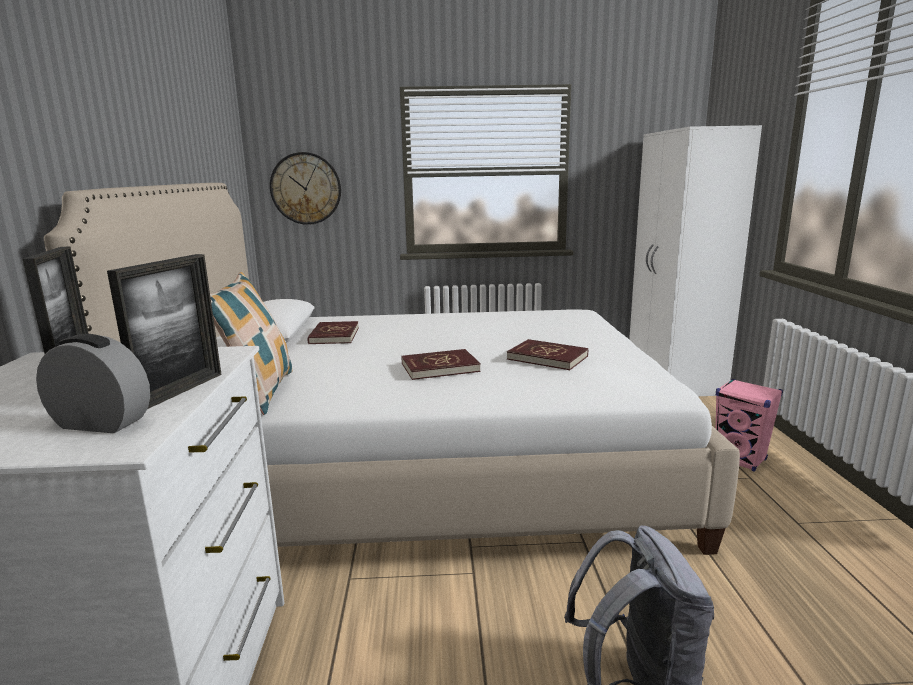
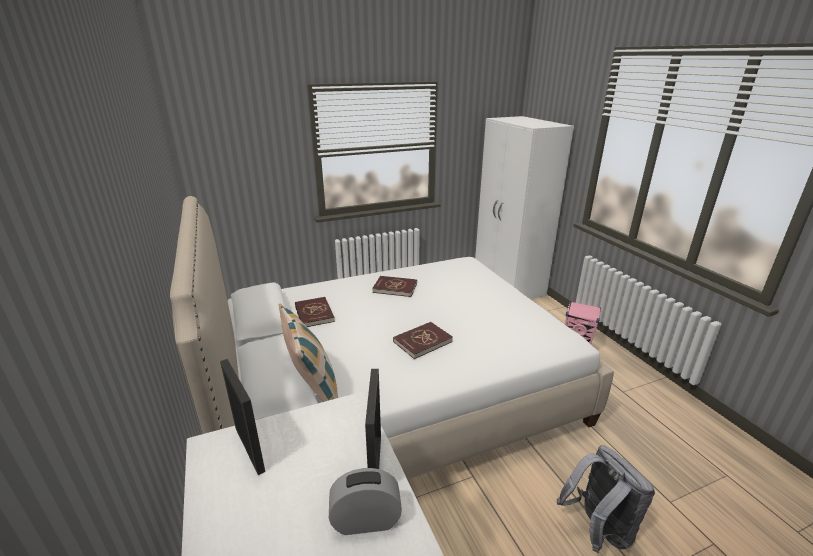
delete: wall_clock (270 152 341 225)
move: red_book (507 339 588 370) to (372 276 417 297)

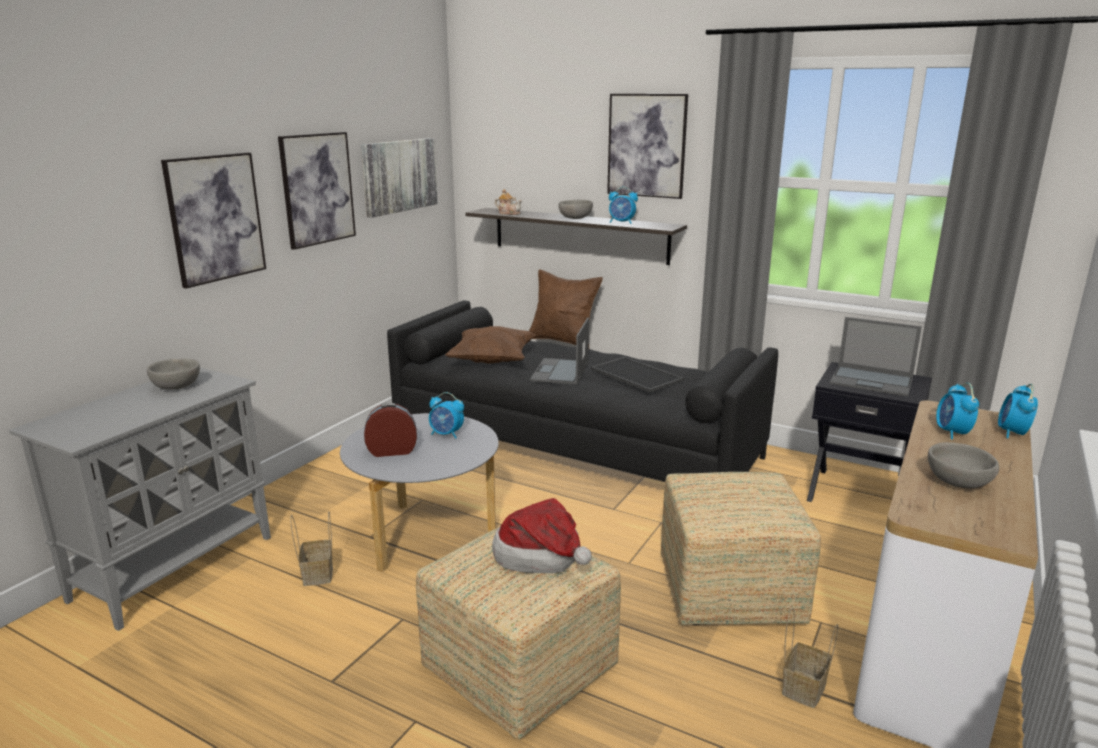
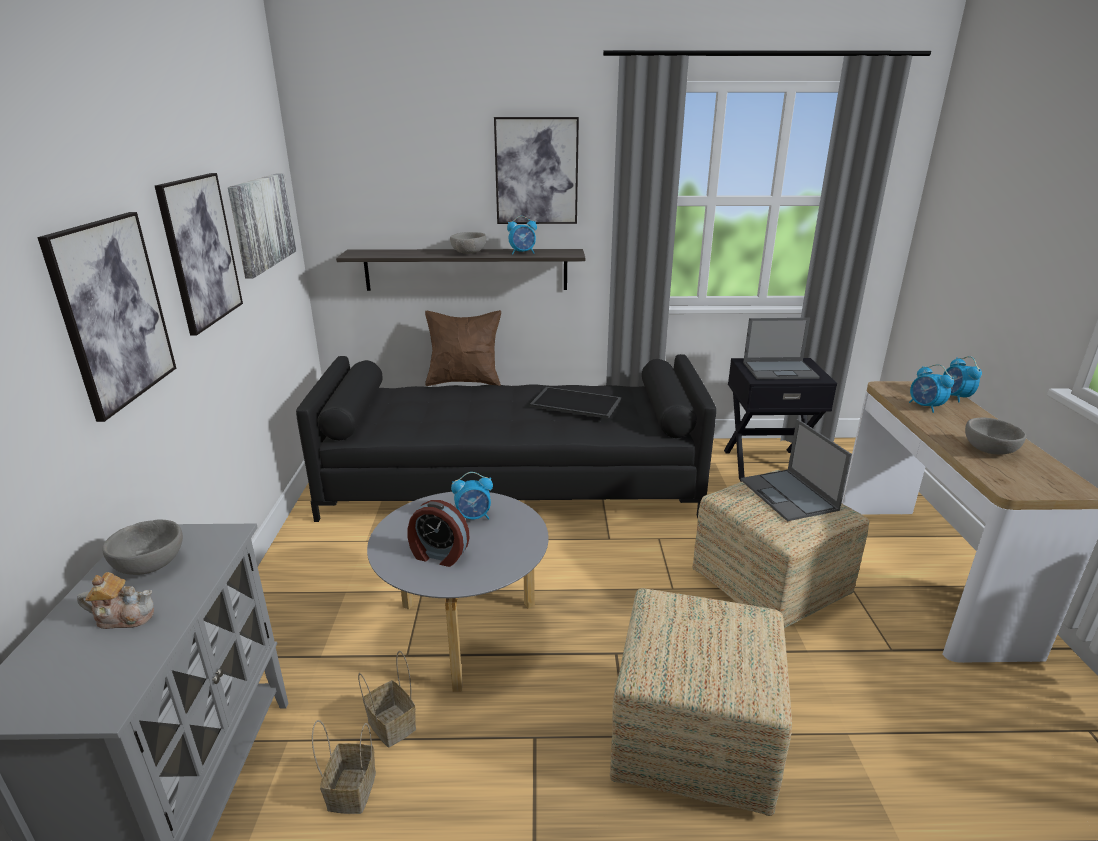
delete: brown_pillow (445 326 535 364); hat (492 498 592 573)
move: teapot (495 189 522 215) to (77 572 154 629); laptop (530 318 589 385) to (741 419 852 521); basket (782 608 838 708) to (312 720 376 814)
rotate: alarm_clock (364 403 417 457) = (408 500 470 567) 120 degrees counterclockwise

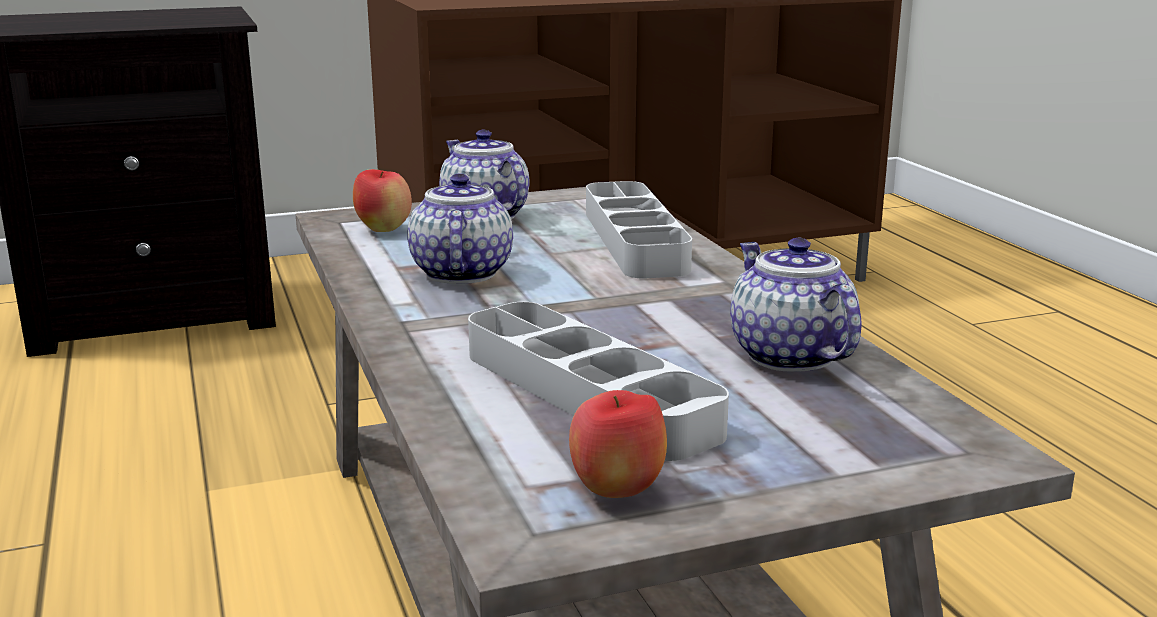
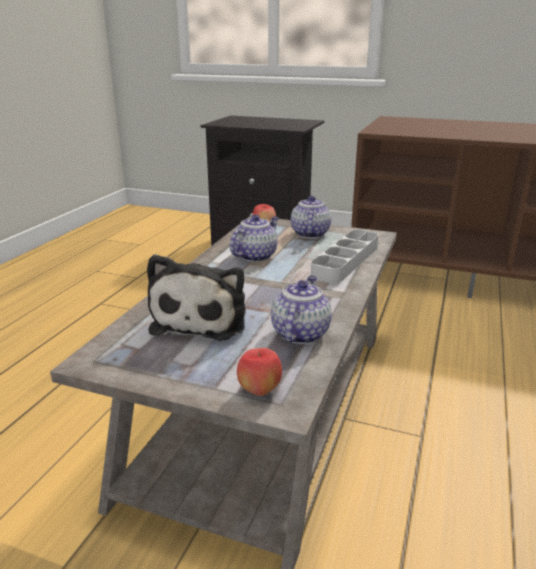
move: apple (569 390 667 498) to (237 348 282 396)
replace: grey_tray (468 302 729 461) to plush_toy (147 254 246 341)

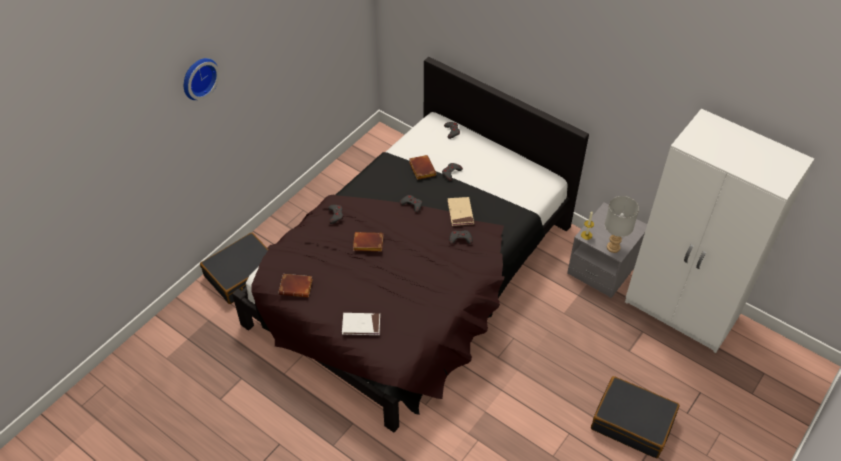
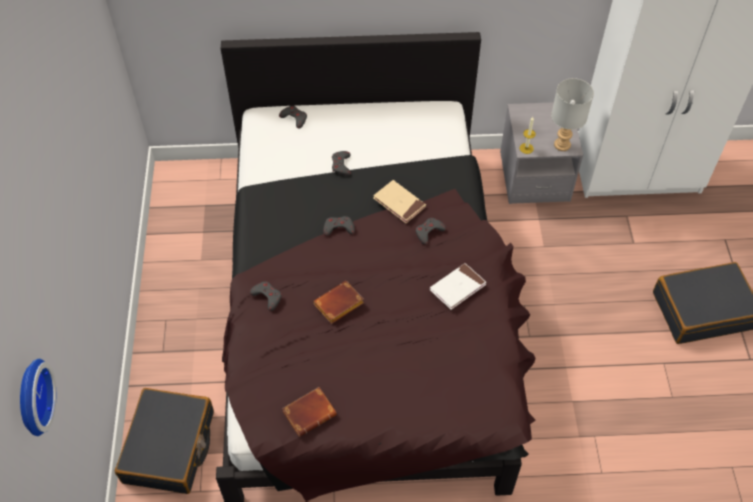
delete: brown_book (409 155 437 180)
move: wall_clock (184 58 219 100) to (20 359 56 436); white_book (342 313 380 335) to (430 263 486 310)

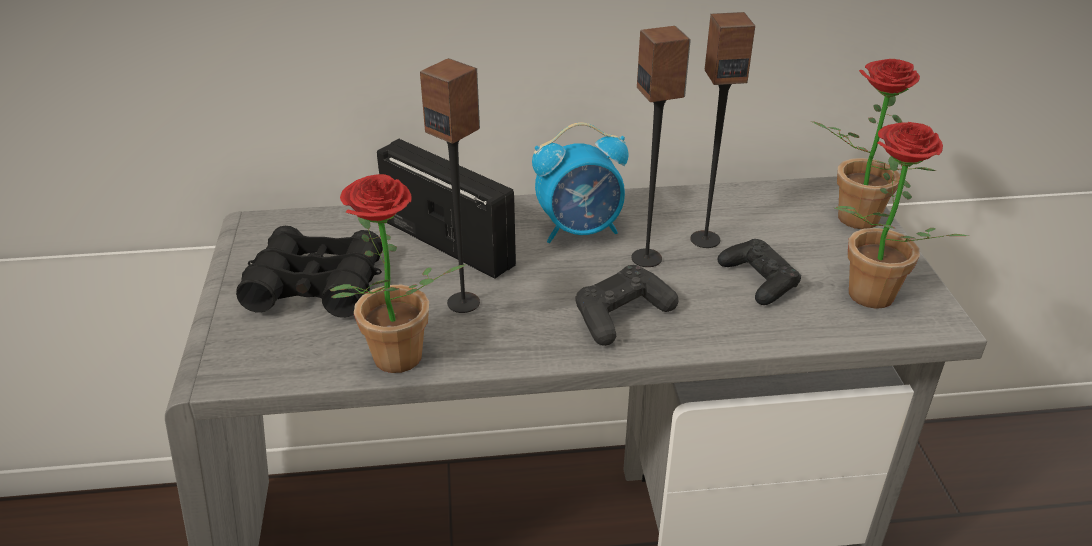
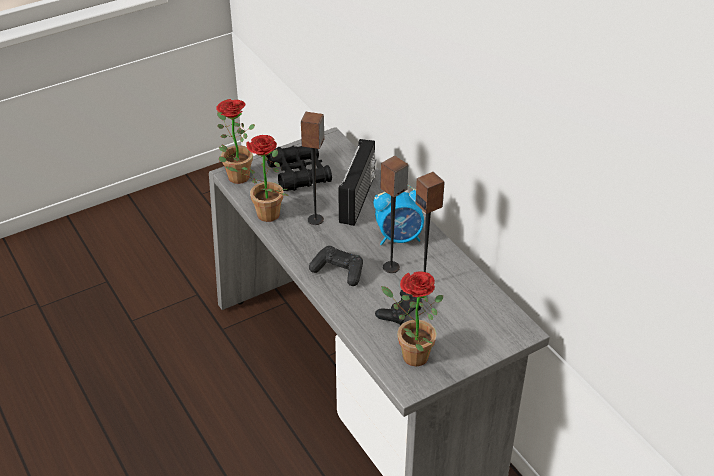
move: potted_plant (811 59 936 229) to (216 99 255 184)
rotate: alarm_clock (532 122 629 243) = (373 185 424 245) 60 degrees counterclockwise

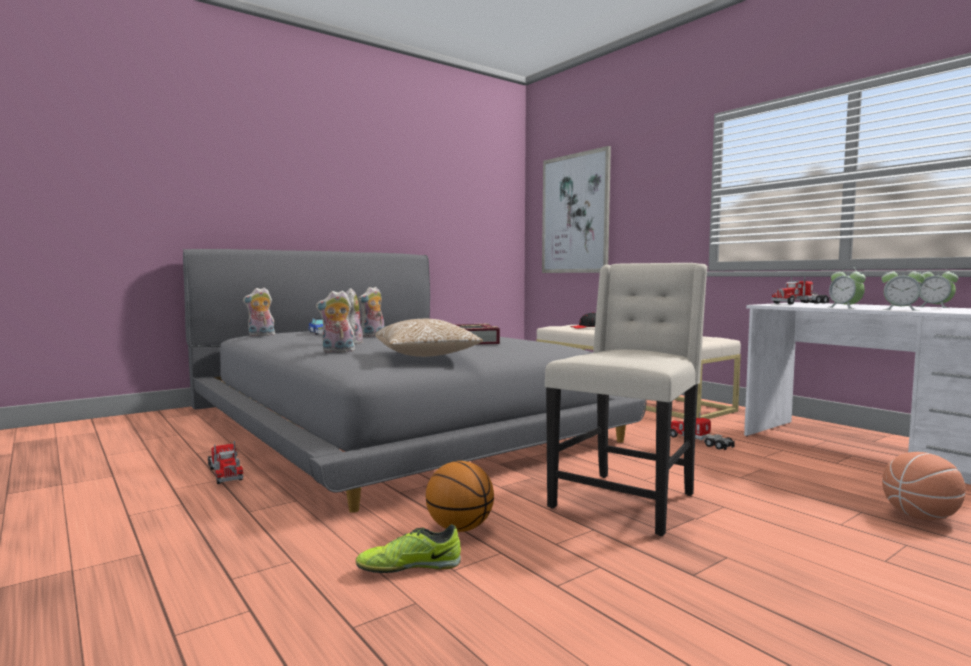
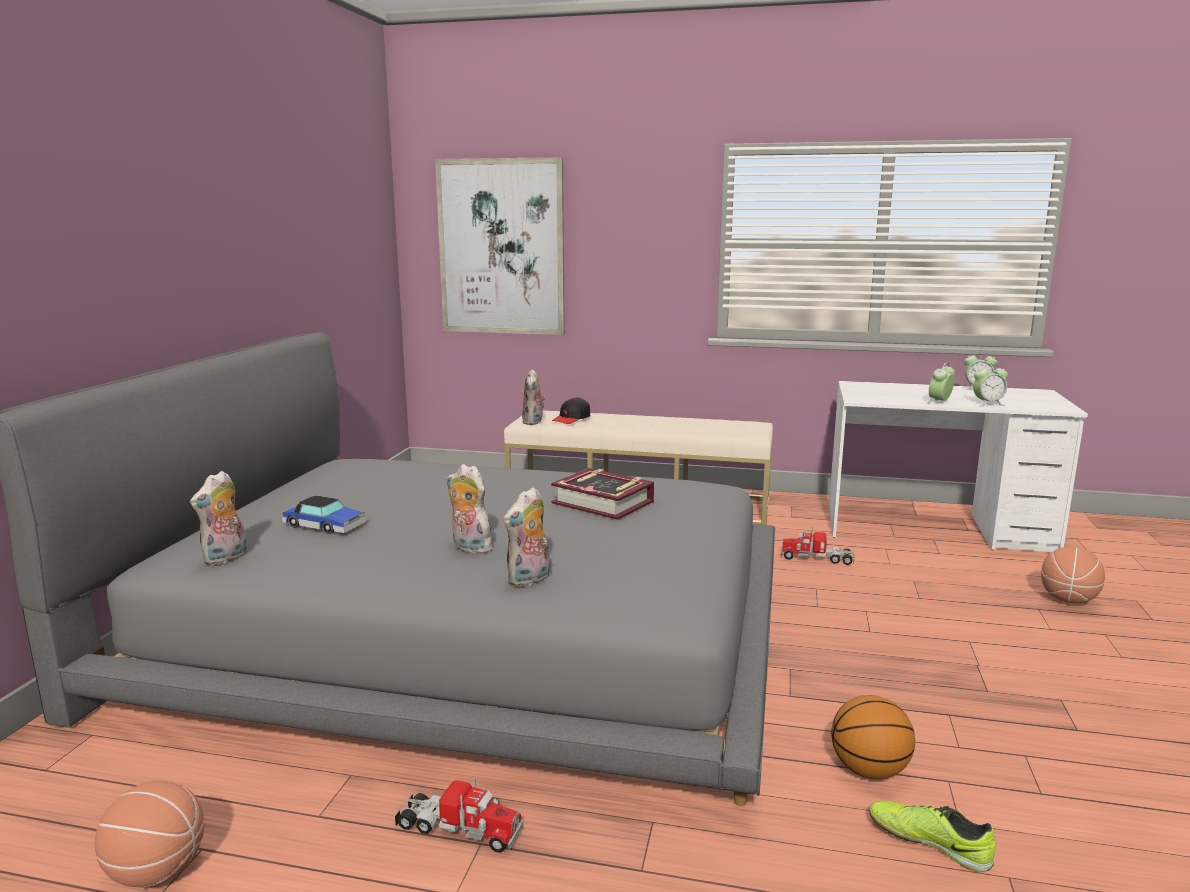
delete: pillow (375 319 483 357); beige_chair (545 263 708 536); toy_truck (772 277 830 305)
insert: basketball (95 781 205 888)
move: plush_toy (358 287 384 337) to (522 369 546 425)
rotate: shoe (356 524 461 573) = (869 801 996 872) 90 degrees clockwise; alarm_clock (829 266 866 309) = (927 363 955 404) 105 degrees clockwise

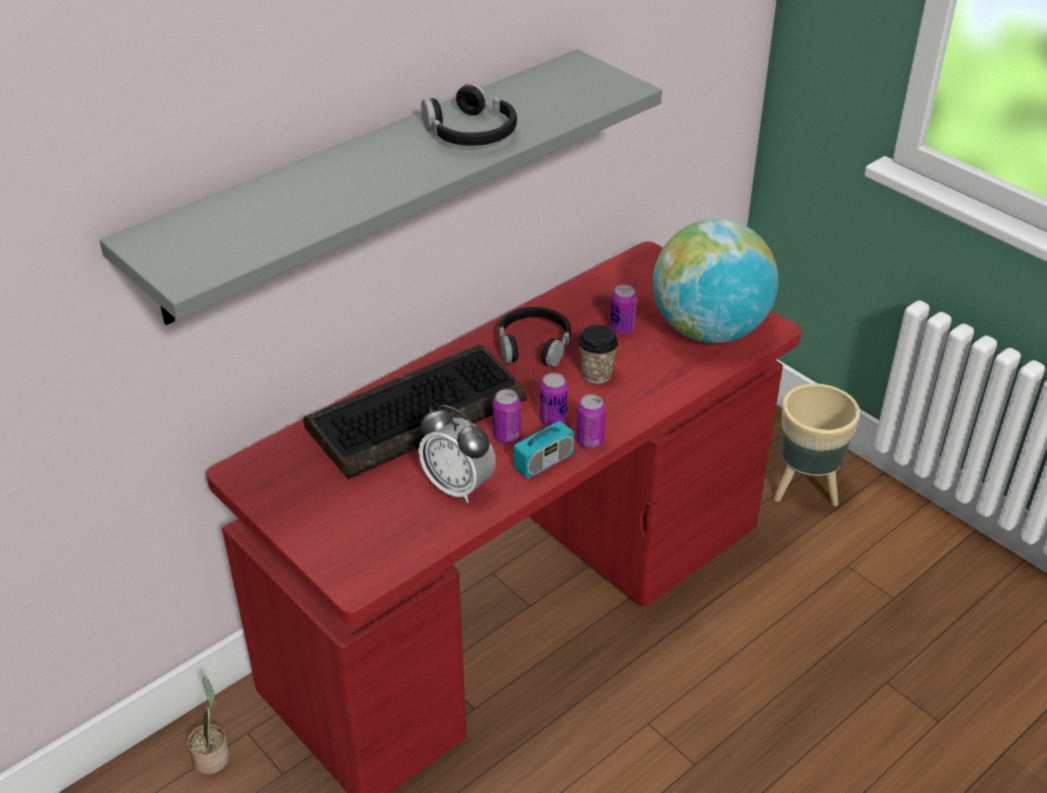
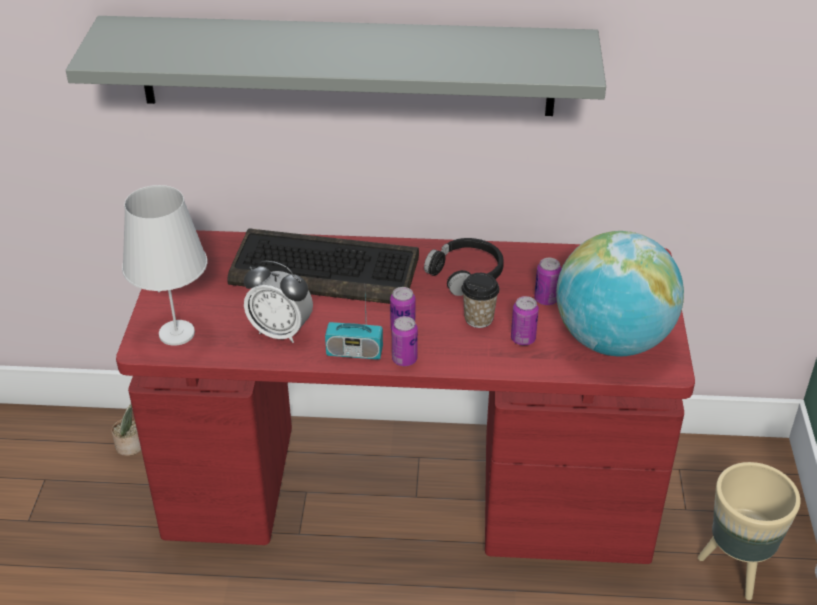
delete: black_headphones (421 82 517 146)
insert: white_table_lamp (122 185 207 346)
move: can (492 389 521 443) to (511 296 539 346)
rotate: alarm_clock (418 405 496 503) = (244 261 313 343) 60 degrees counterclockwise

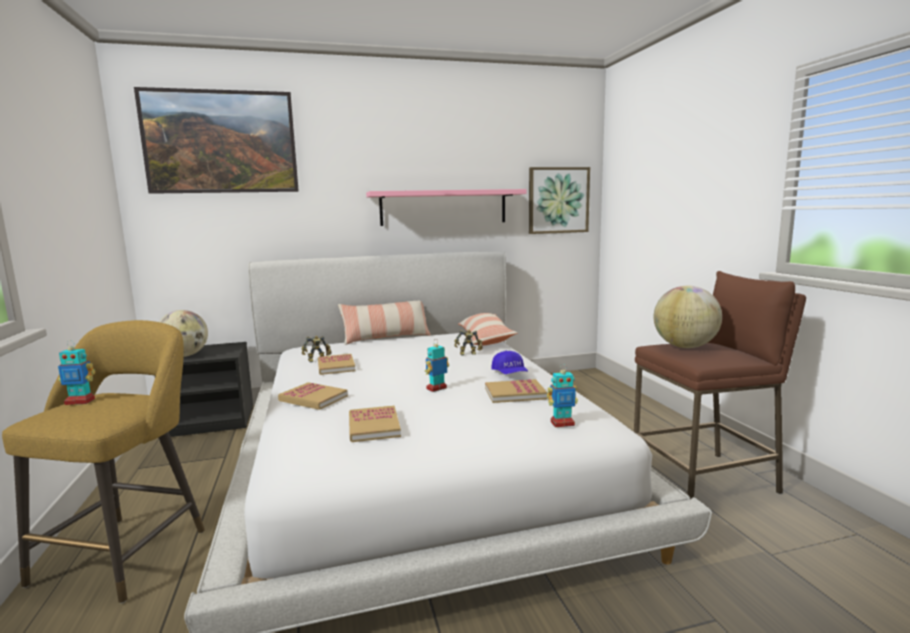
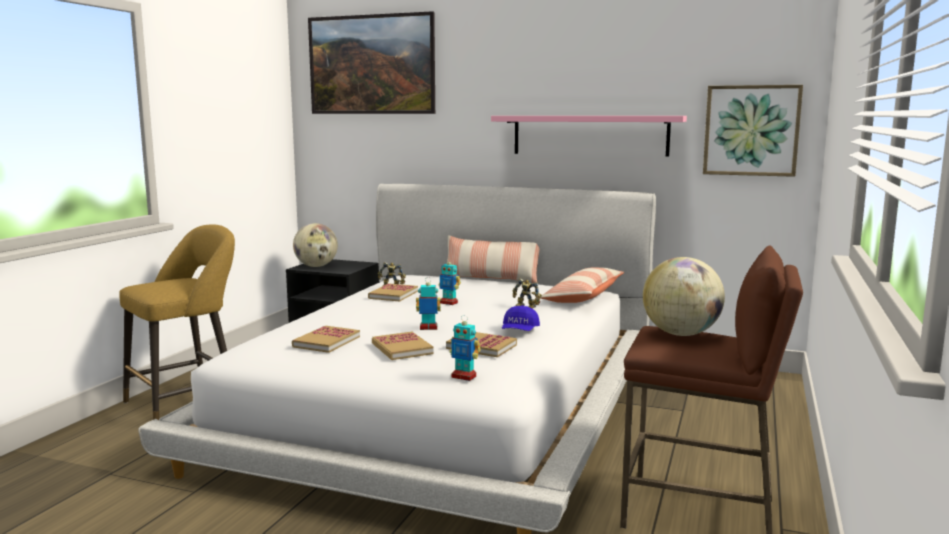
move: toy_robot (58 340 95 405) to (438 258 461 305); book (278 382 348 410) to (372 332 434 360)

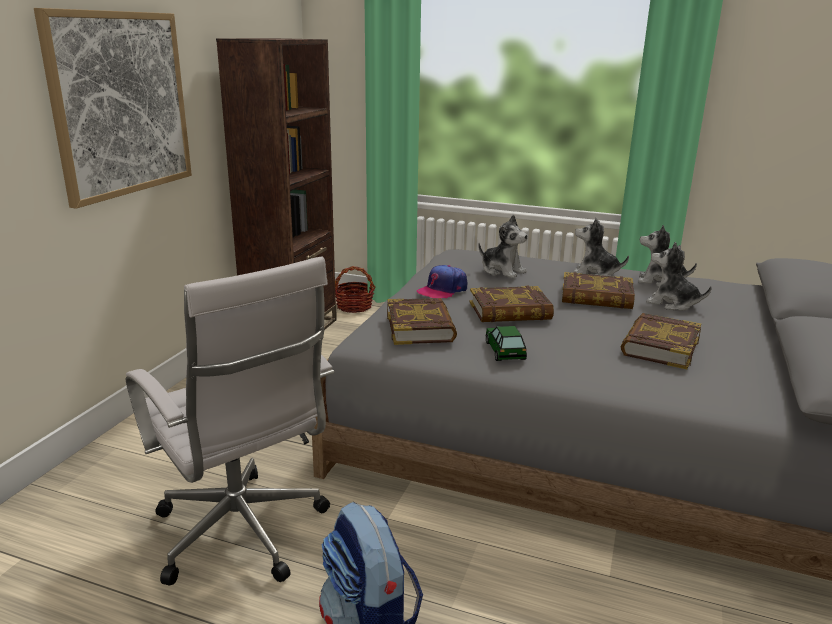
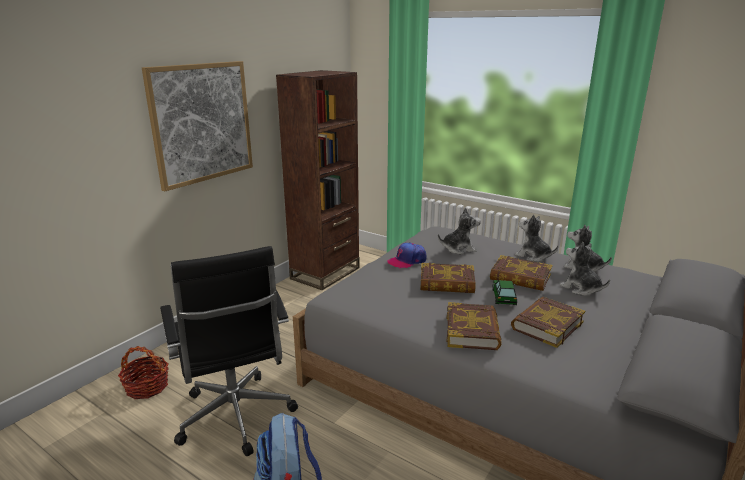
move: basket (335 266 376 313) to (118 346 169 399); book (387 298 457 345) to (447 302 502 350); toy_car (485 326 527 361) to (492 280 517 305)
recolor: white_office_chair (126 256 334 586) to black_office_chair (160 246 298 456)
rotate: plush_toy (478 214 528 278) = (438 207 481 254) 60 degrees counterclockwise

